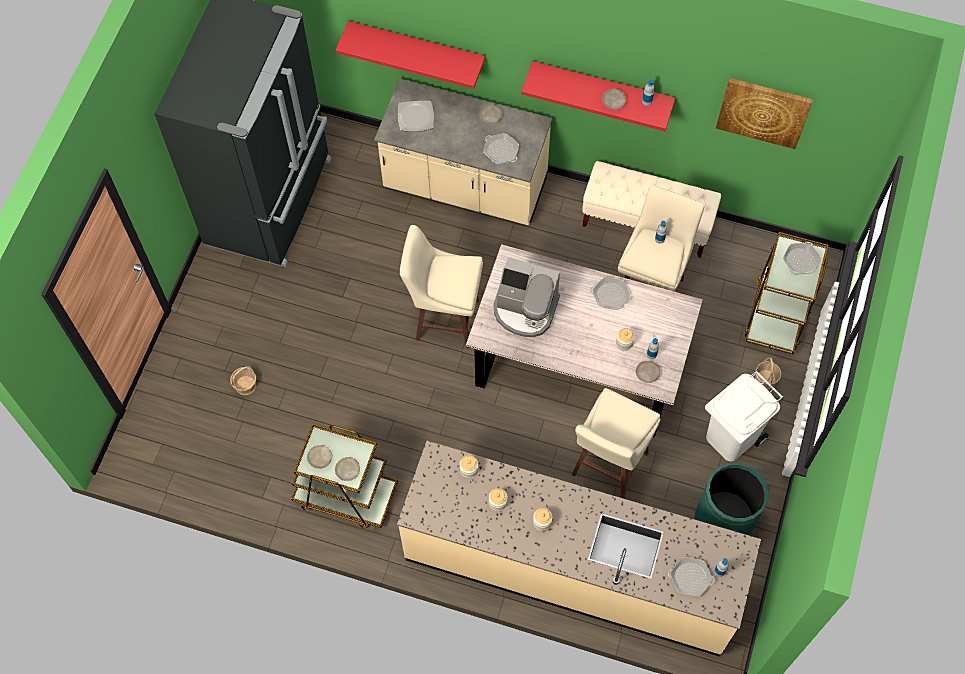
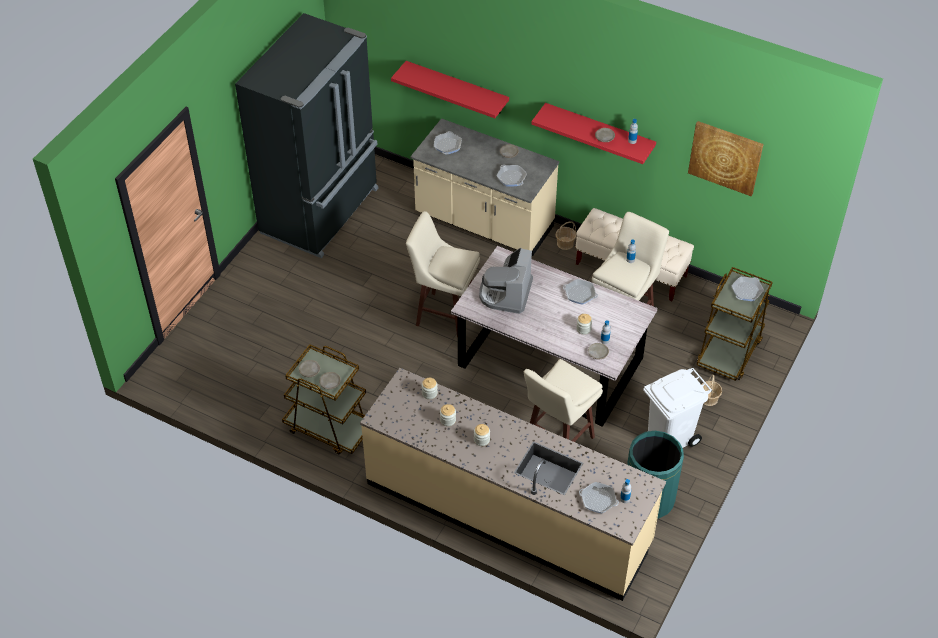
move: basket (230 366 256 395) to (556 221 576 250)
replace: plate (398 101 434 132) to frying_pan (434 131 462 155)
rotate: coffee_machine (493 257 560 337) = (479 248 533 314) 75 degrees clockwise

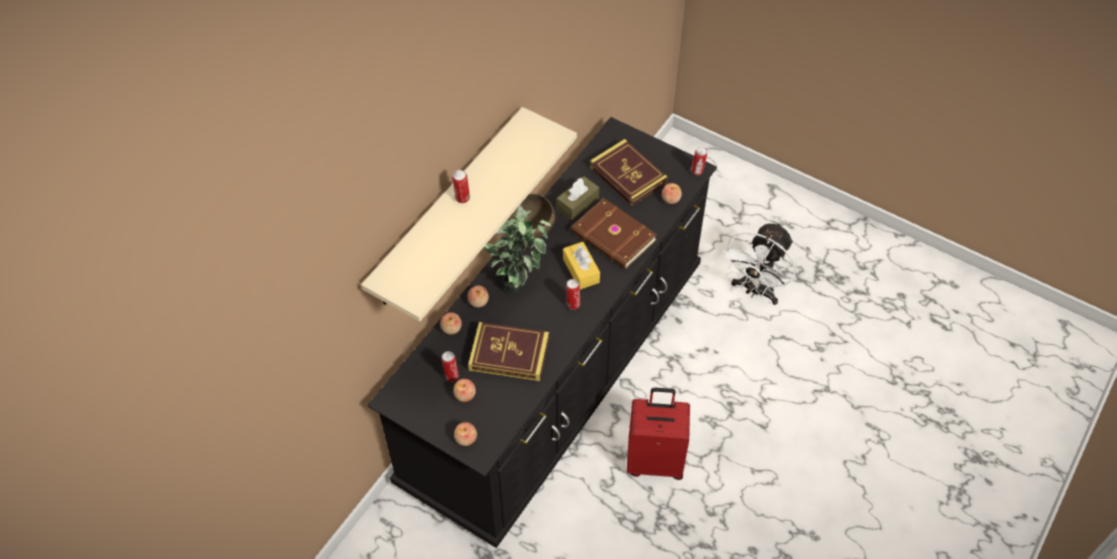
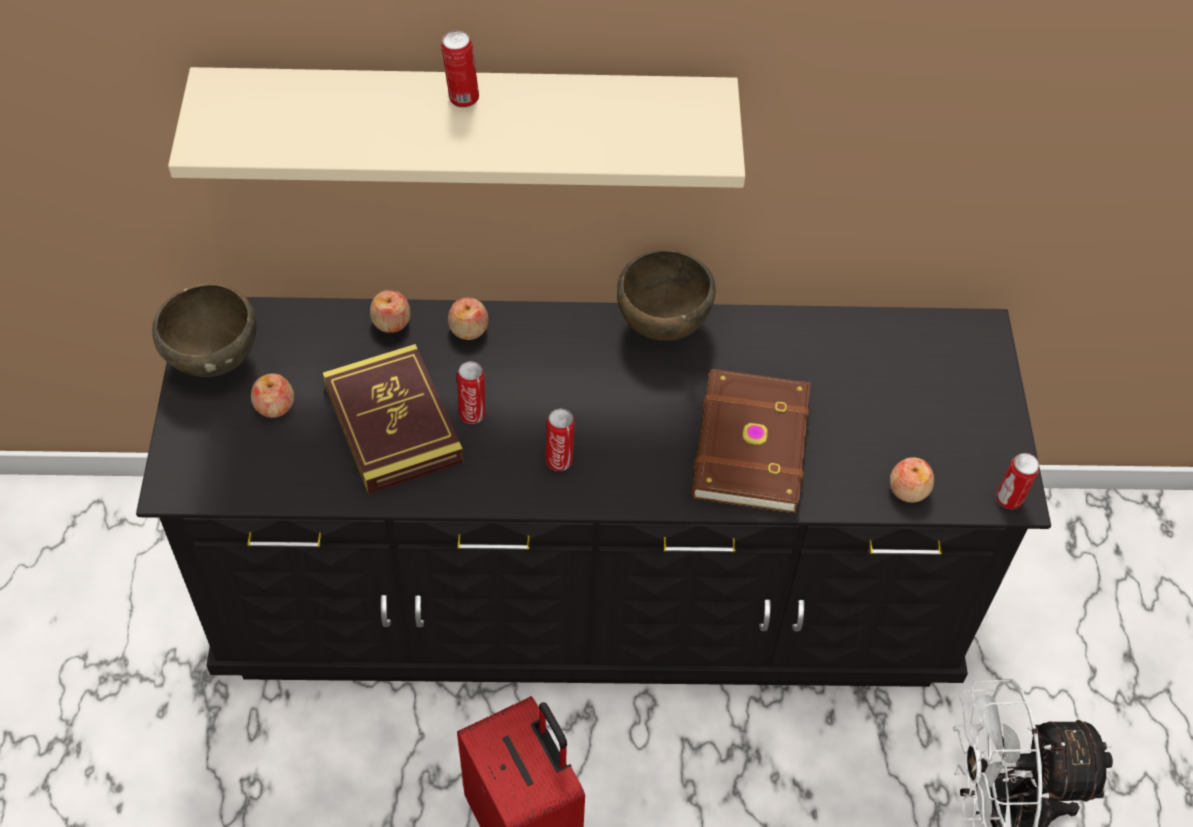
delete: apple (454 422 477 446); potted_plant (483 205 551 293); brown_tissue_box (557 176 599 220); yellow_tissue_box (563 242 600 289); book (590 139 667 206)
insert: brown_bowl (152 283 257 377)
move: can (441 351 459 382) to (457 361 485 424)

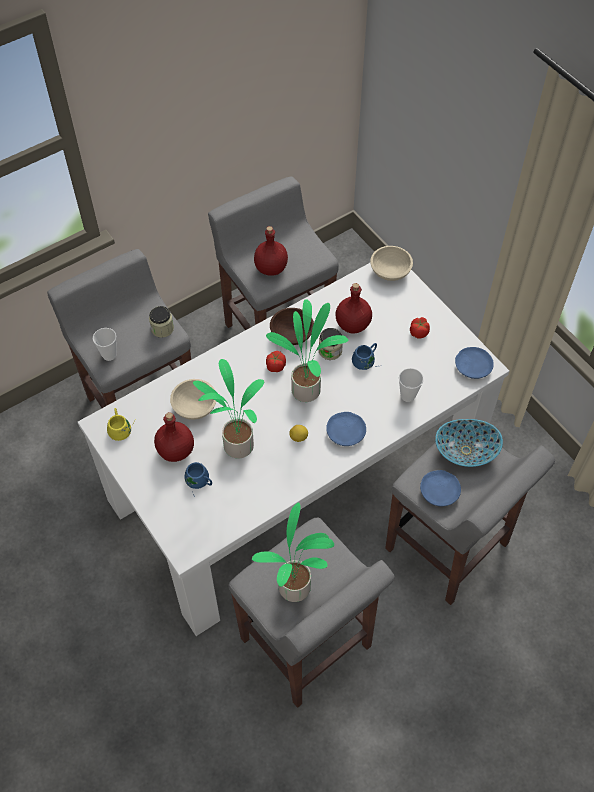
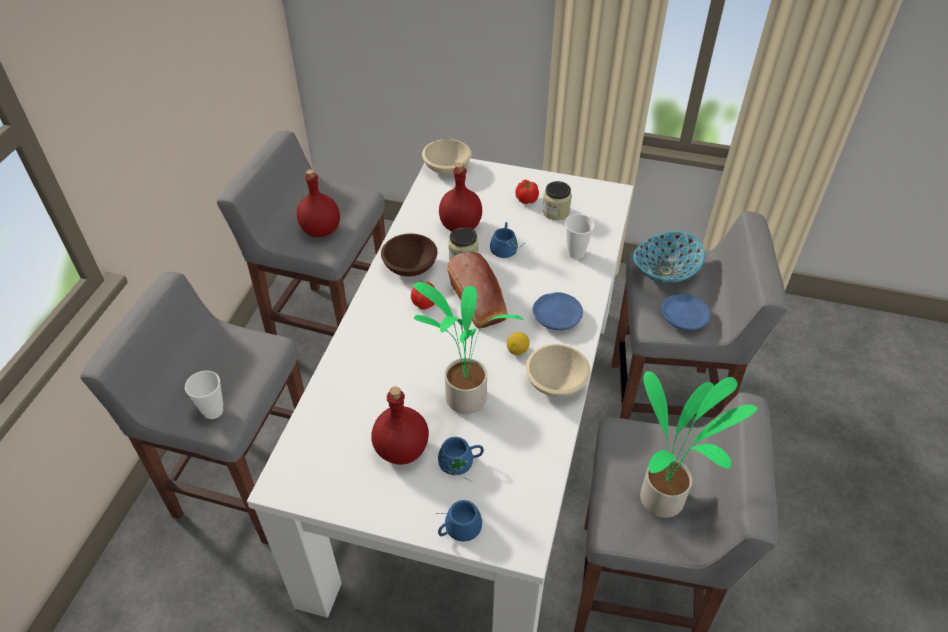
delete: yellow_mug (107 408 134 441); blue_plate (455 347 494 379)
insert: blue_mug (435 500 482 542)
move: jar (149 306 174 338) to (542 181 572 220); beige_bowl (170 379 216 420) to (526 344 590 397)
replace: potted_plant (266 299 348 402) to bread (448 252 507 328)

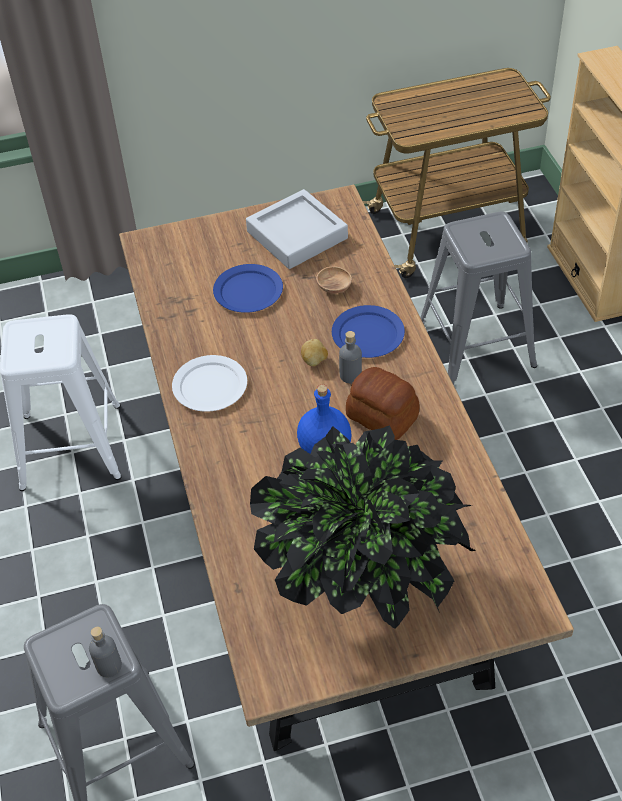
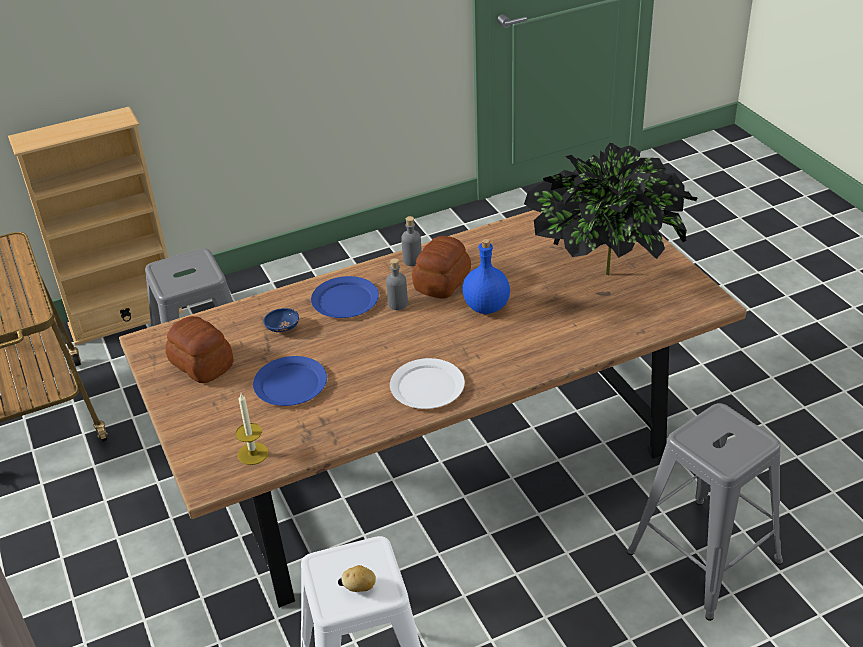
insert: candle (235 392 268 465)
move: grey_bottle (89 627 122 677) to (401 216 422 266); potato (301 339 328 366) to (342 565 376 592)
replace: grey_tray (246 189 348 269) to bread (166 316 234 383)
recolor: brown_bowl (316 266 352 294) to blue_bowl (264 308 299 332)

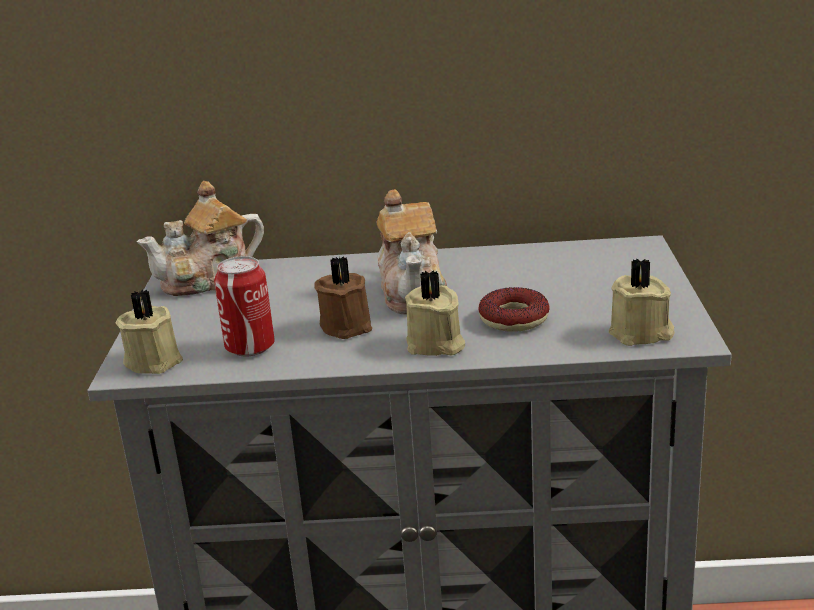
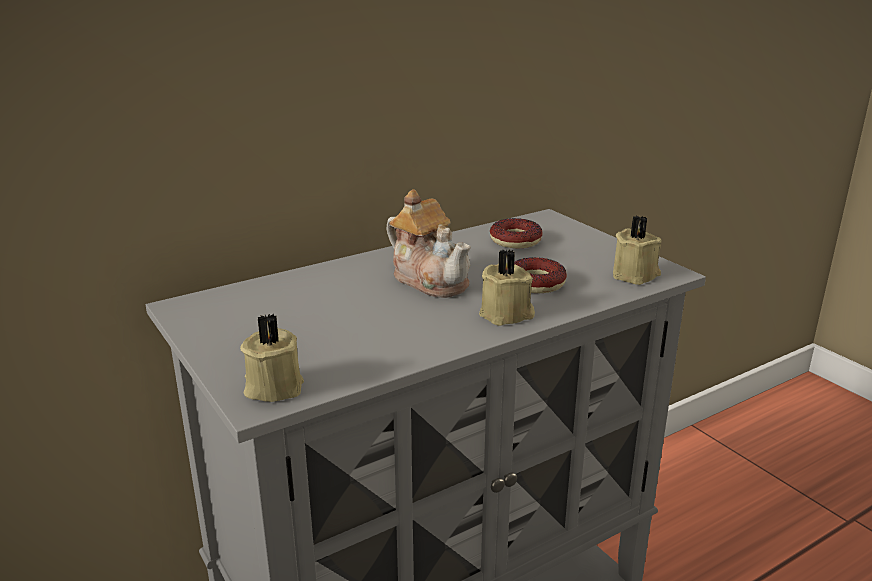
delete: teapot (137 181 264 296); can (214 256 275 357); brown_candle (314 256 372 339)
insert: donut (490 218 542 248)

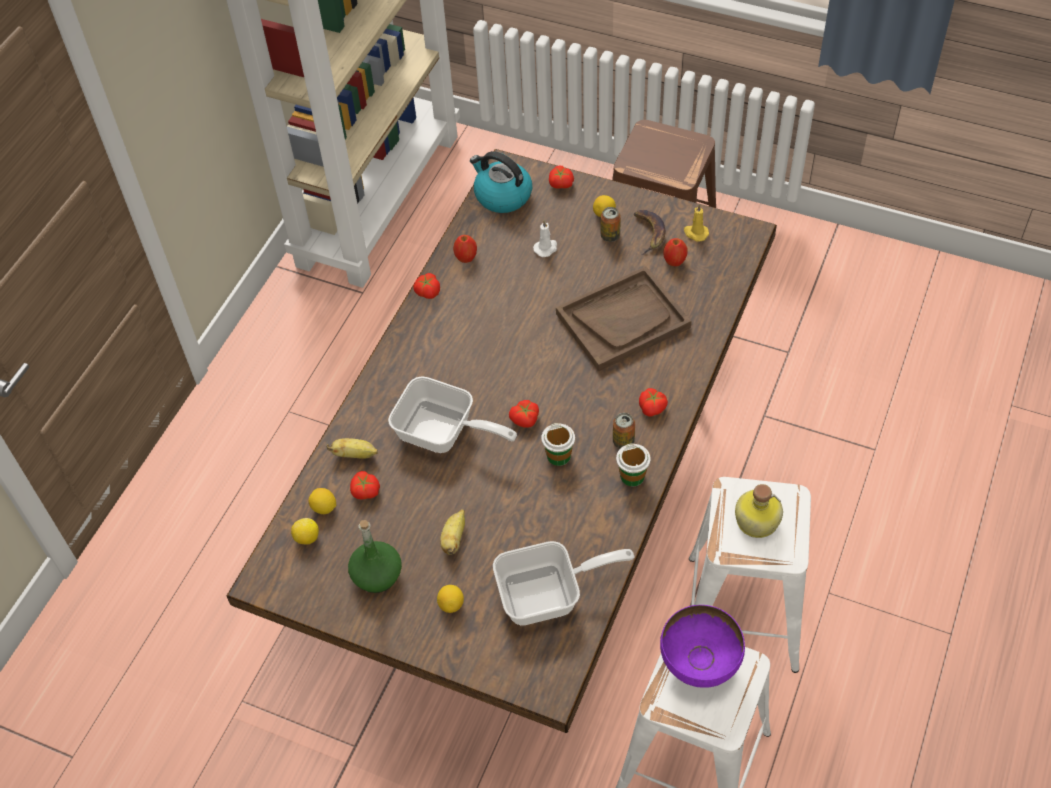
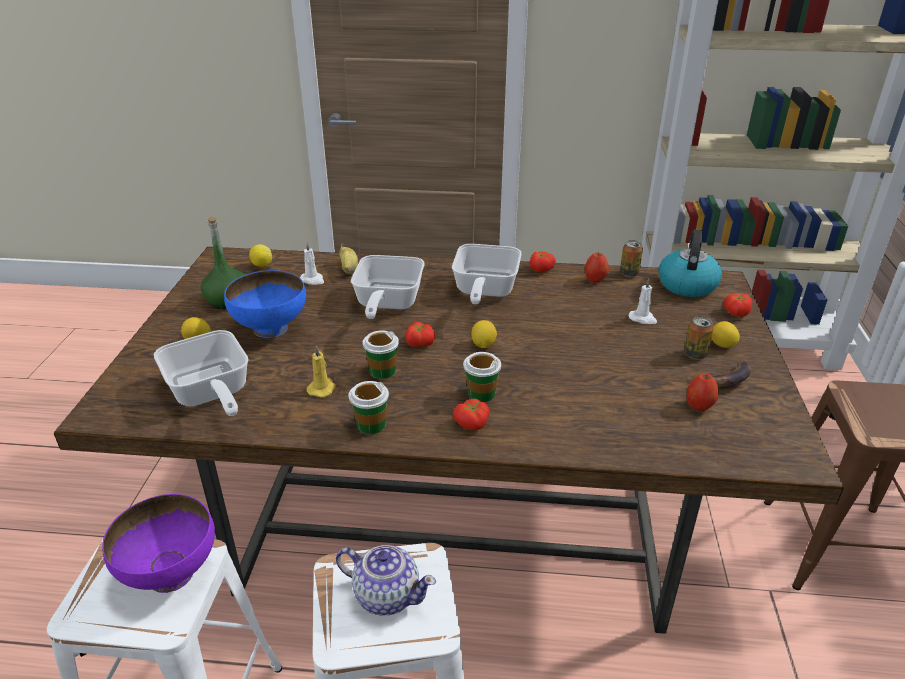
delete: brown_tray (556 266 691 371)
insert: frying_pan (452 244 522 304); cup (463 352 501 402)
move: lemon (309 488 336 514) to (471 320 497 348); can (613 413 635 449) to (620 240 643 277); yellow_candle (684 204 709 242) to (307 345 336 398)
replace: tomato (350 471 380 499) to white_candle (300 242 324 285); banana (440 509 465 555) to blue_bowl (224 270 306 338); bottle (735 484 783 538) to teapot (336 545 436 615)

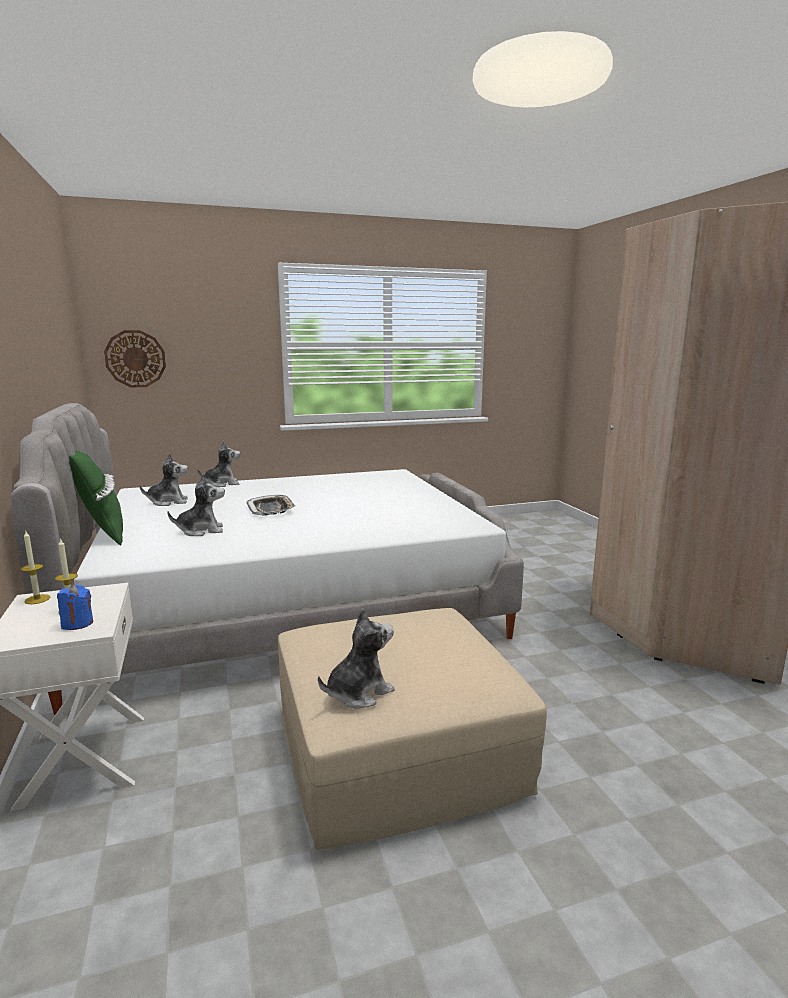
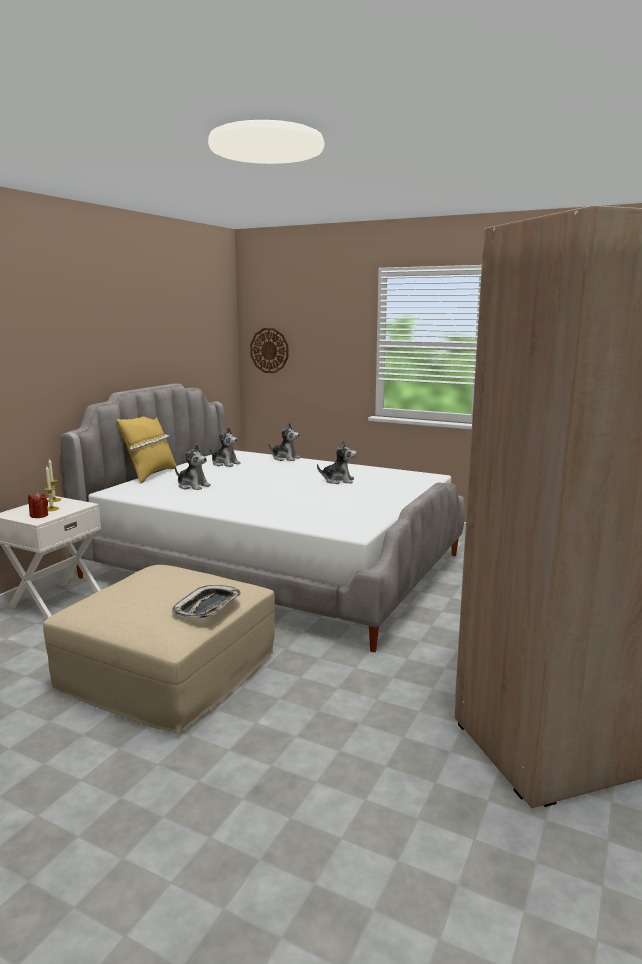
move: tray (246 495 295 516) to (172 585 241 618); plush_toy (318 609 395 709) to (317 440 357 484)
recolor: blue_candle (57 585 93 630) to red_candle (28 492 48 518); green_pillow (69 450 123 545) to yellow_pillow (117 416 176 484)

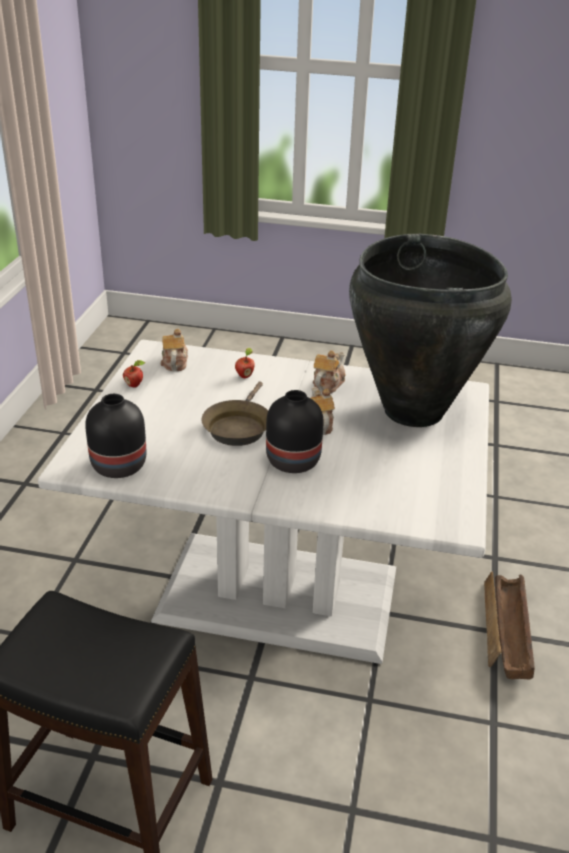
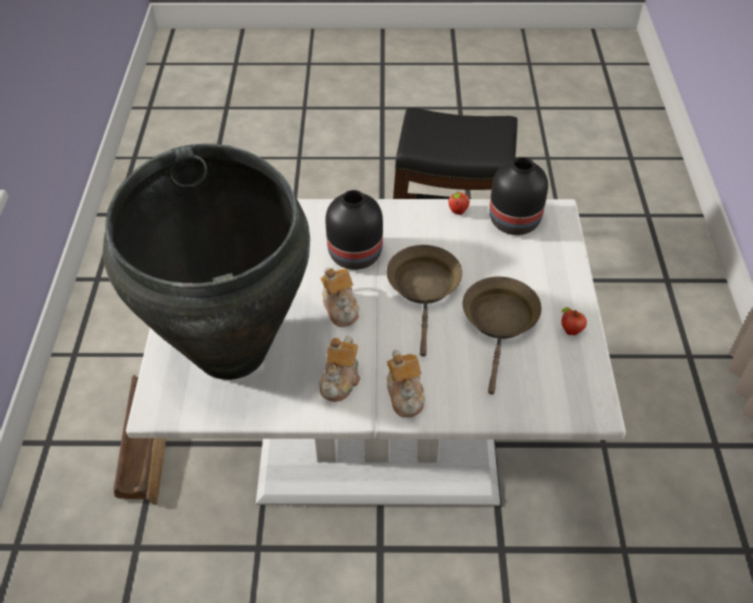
insert: brown_frying_pan (462 276 542 395)
move: teapot (161 329 188 371) to (387 350 425 418); apple (235 348 255 378) to (448 192 470 215)

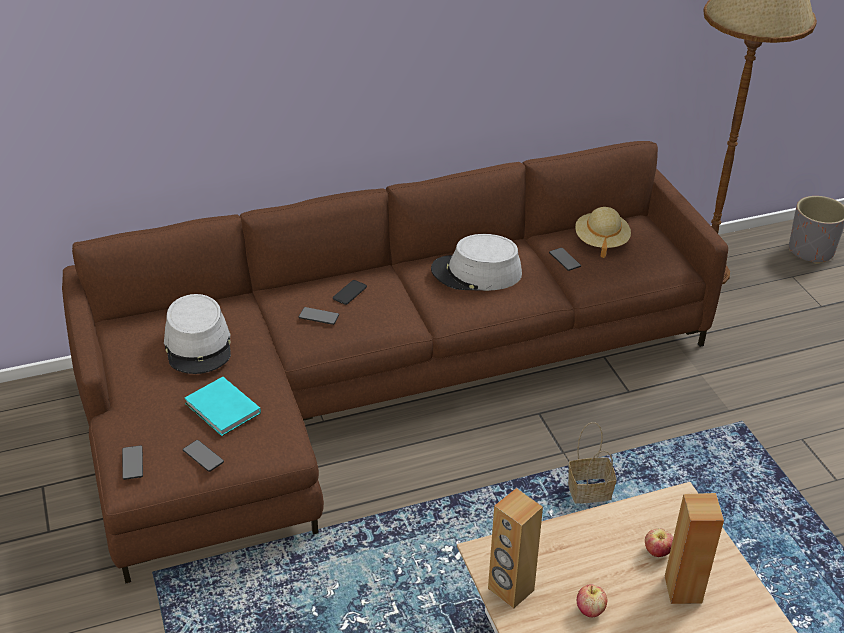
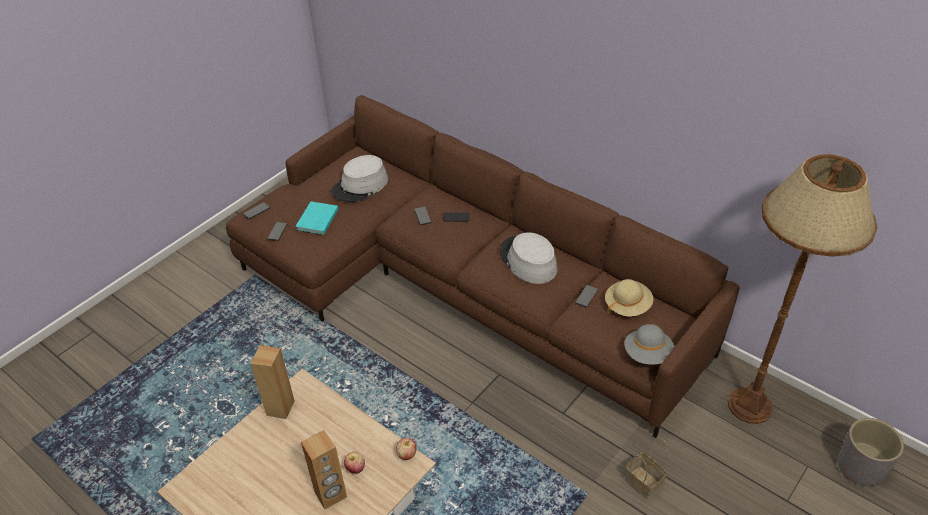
insert: grey_hat (624 324 674 365)
move: basket (568 422 617 504) to (625 438 668 499); apple (577 584 607 618) to (396 438 417 460)

